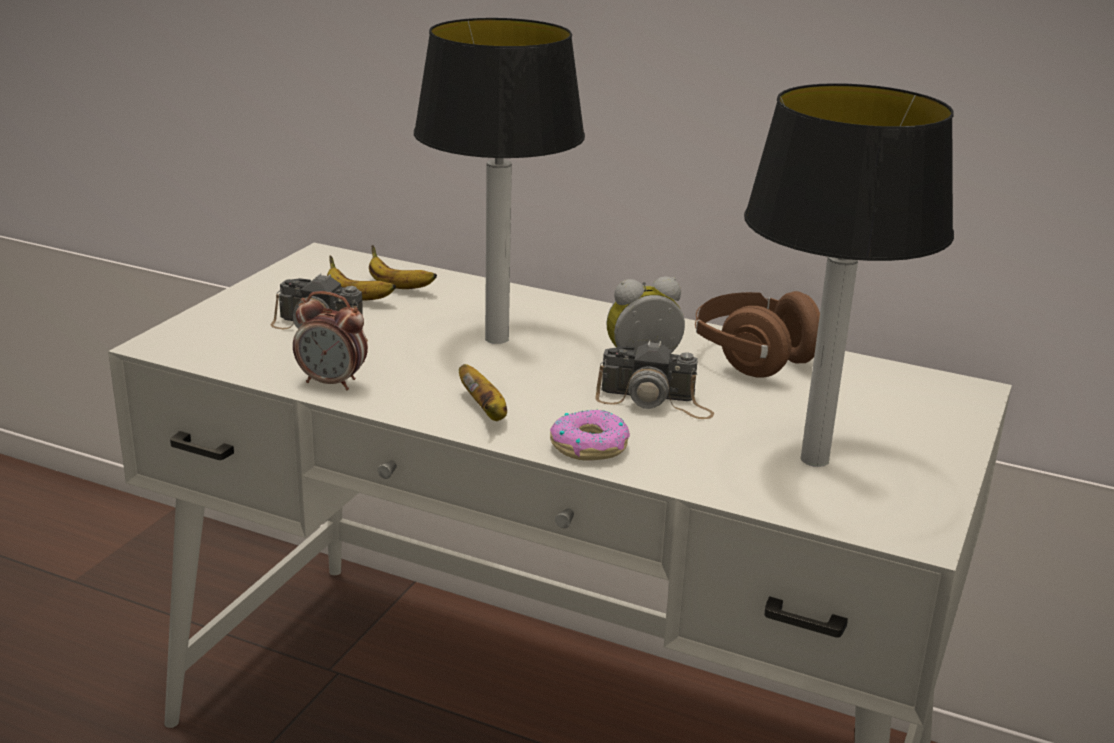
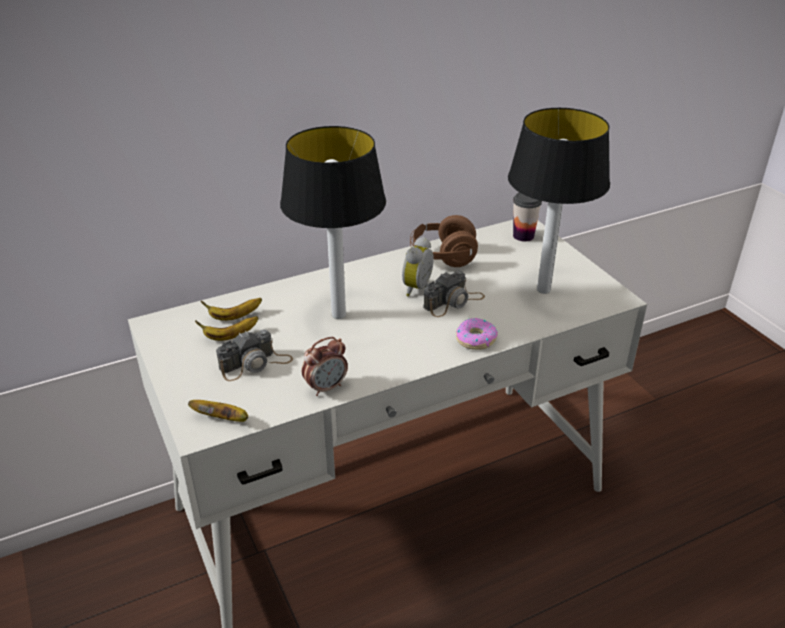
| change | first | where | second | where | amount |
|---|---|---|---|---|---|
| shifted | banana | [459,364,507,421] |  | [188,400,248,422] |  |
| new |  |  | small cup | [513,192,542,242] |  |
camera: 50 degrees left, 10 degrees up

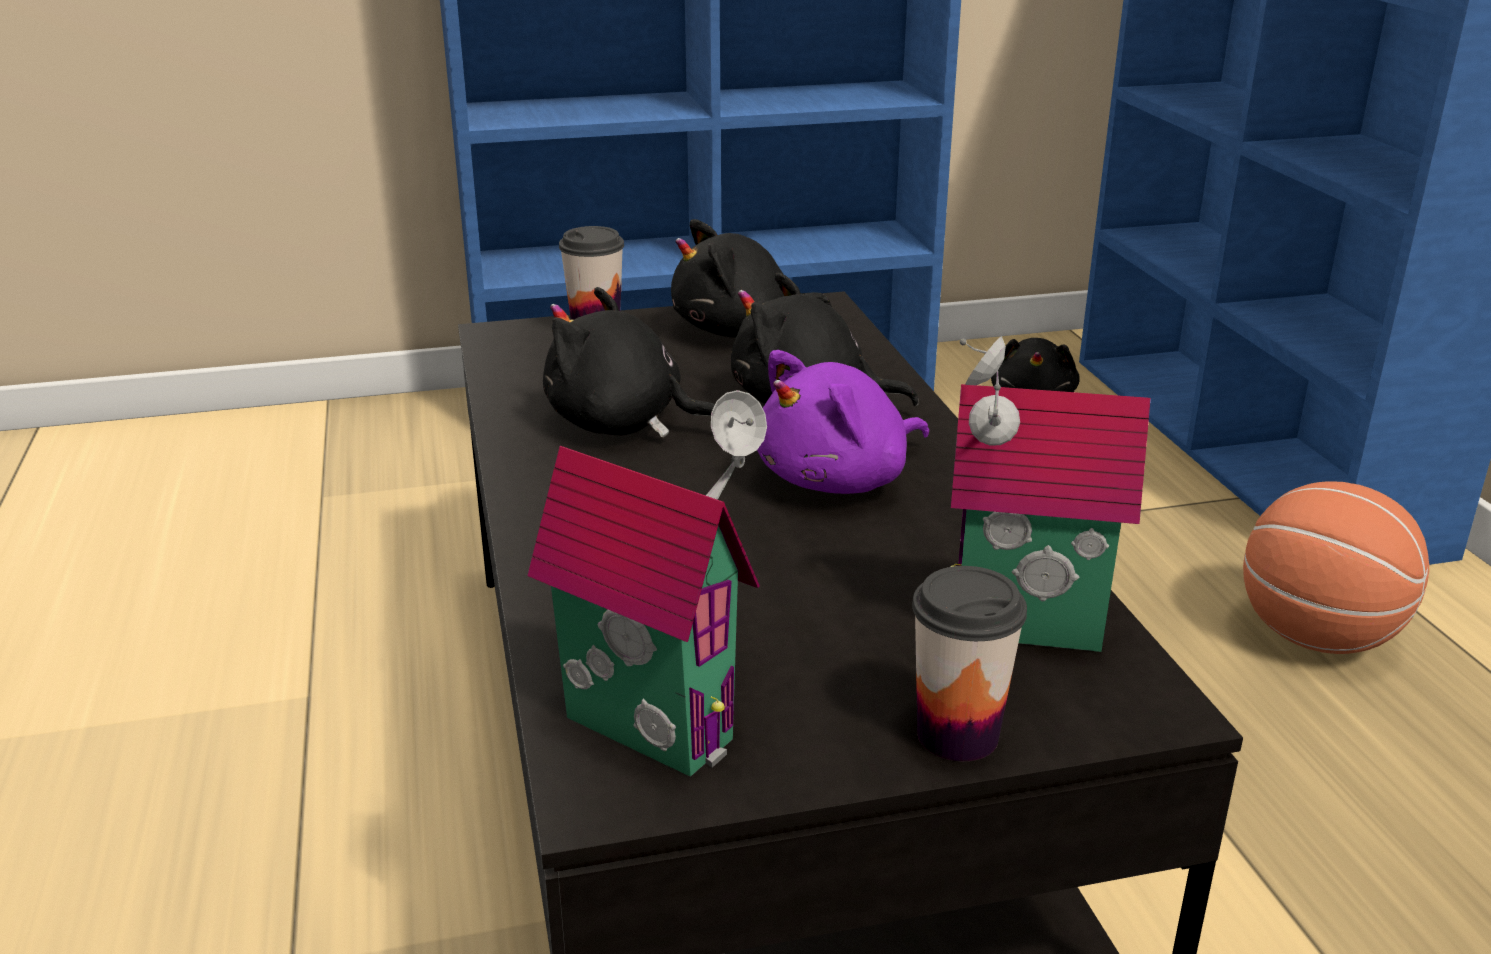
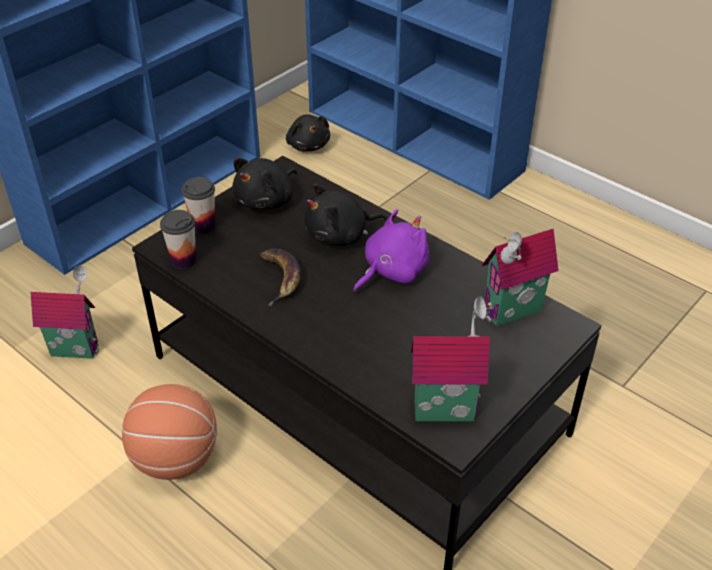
| change | first | where | second | where | amount |
|---|---|---|---|---|---|
| new |  |  | miniature house | [30,265,99,359] |  |
| shifted | basketball ball | [1243,482,1429,654] |  | [122,384,217,480] |  |
| shifted | small cup | [912,566,1027,761] |  | [160,210,197,269] |  |
| swapped | cuddly toy (blackish) | [543,287,715,437] | banana | [260,249,301,306] |  |
| rotated | cuddly toy (purplish) | [757,350,929,494] |  | [353,209,429,292] | 150 degrees counterclockwise |
camera: 35 degrees left, 15 degrees up

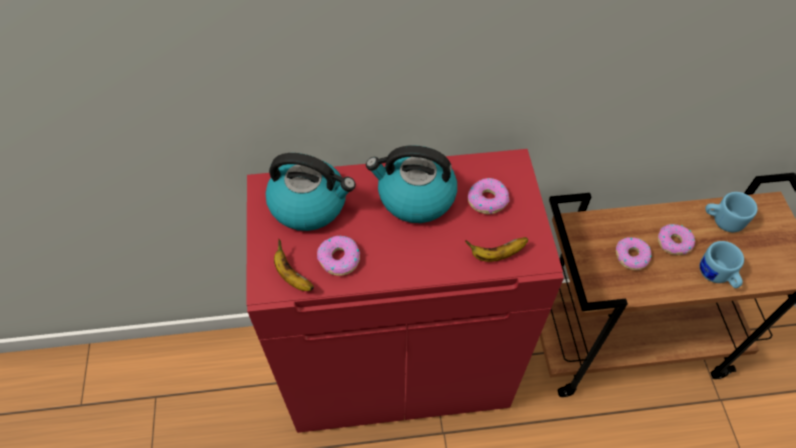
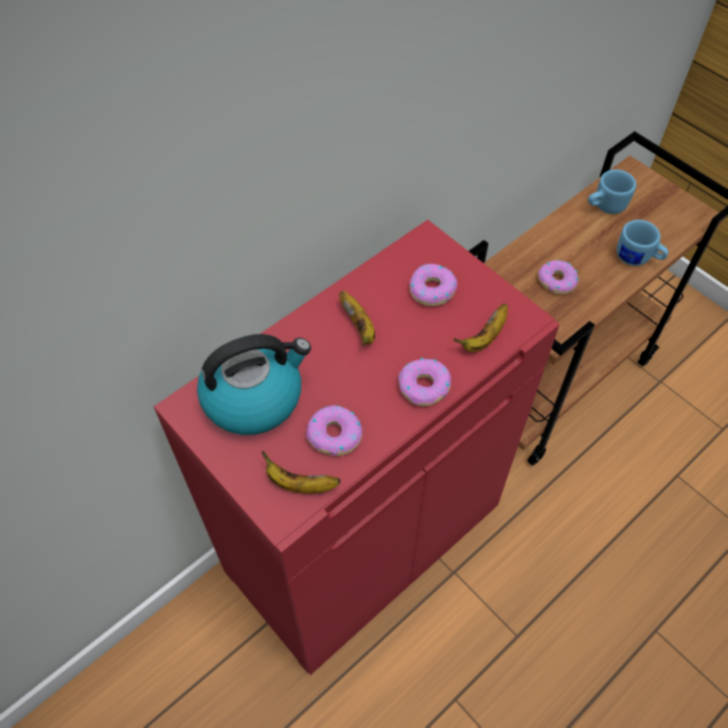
| change | first | where | second | where | amount |
|---|---|---|---|---|---|
| swapped | kettle | [366,145,457,223] | banana | [339,291,375,346] |  |
| shifted | doughnut | [658,224,695,255] |  | [398,358,451,406] |  |
camera: 35 degrees left, 0 degrees up

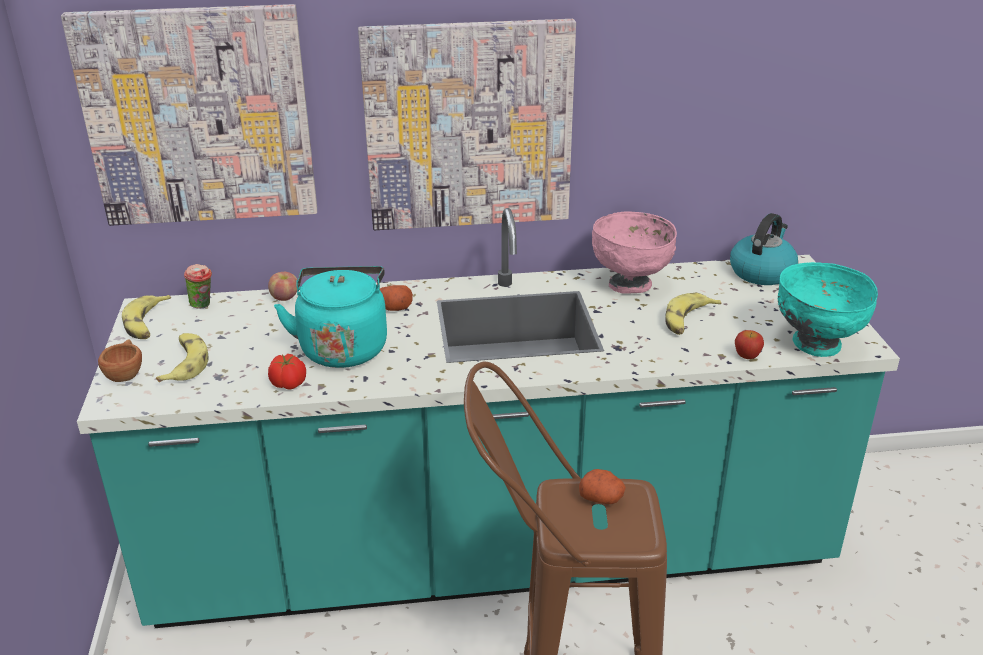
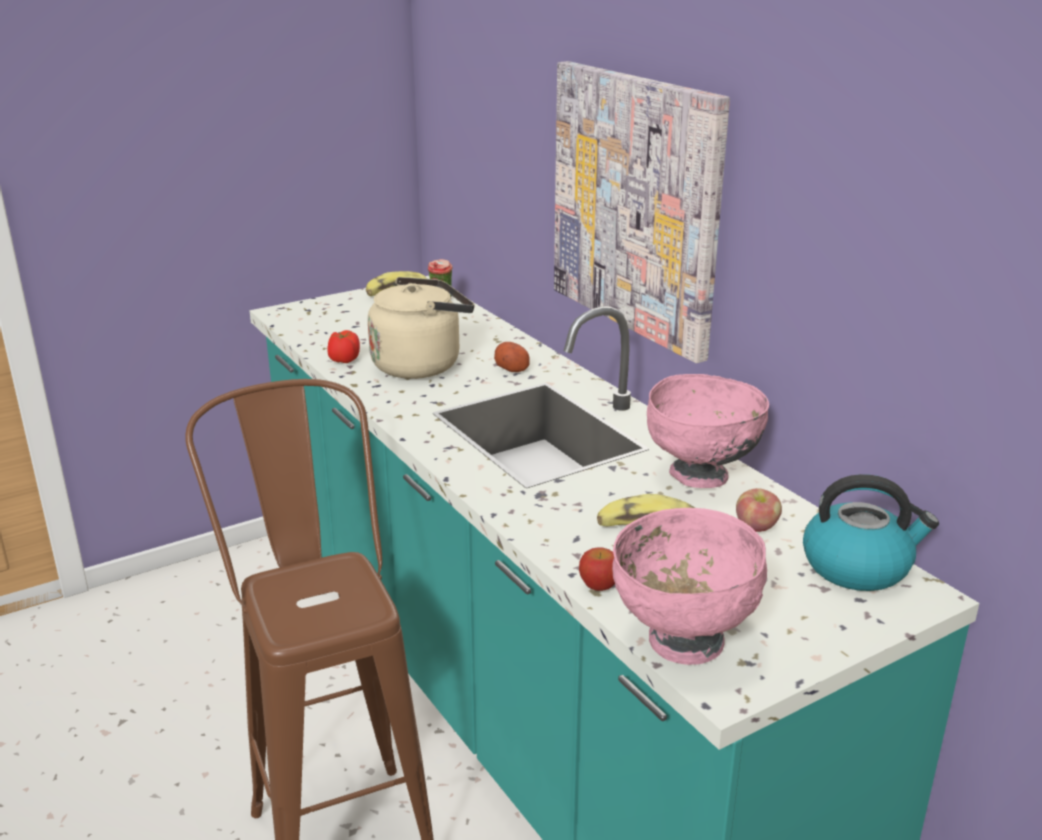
| change | first | where | second | where | amount |
|---|---|---|---|---|---|
| repainted | kettle (turquoise) | [274,266,387,368] | kettle (sand-coloured) | [368,277,474,379] |  |
| repainted | bowl (turquoise) | [778,262,878,357] | bowl (pinkish) | [612,508,767,665] |  |
| shifted | whole apple | [268,272,297,301] |  | [736,488,782,532] |  |
| gone | wall art | [61,4,317,226] |  |  |  |
| gone | small cup (brown) | [98,339,142,382] |  |  |  |
| gone | banana | [156,333,209,382] |  |  |  |
| gone | spud | [579,469,626,504] |  |  |  |
camera: 65 degrees right, 5 degrees down

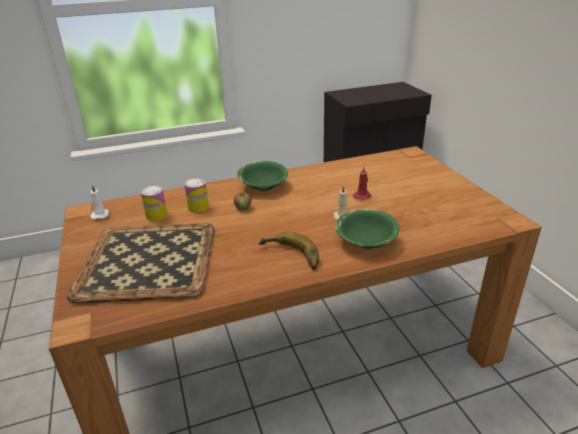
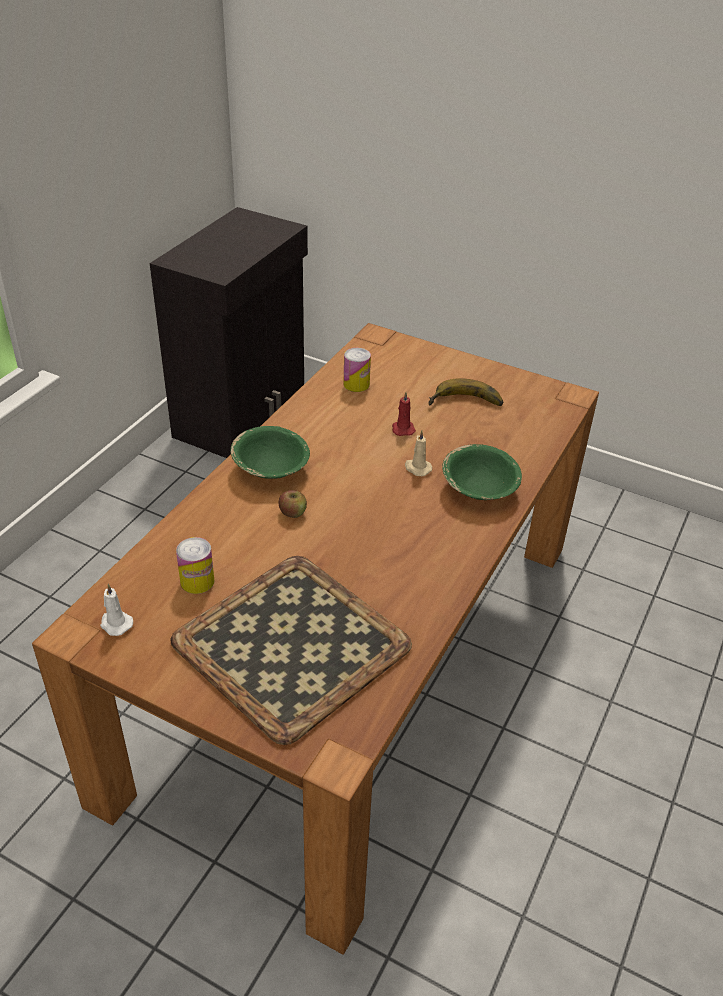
| change | first | where | second | where | amount |
|---|---|---|---|---|---|
| shifted | sealed can | [184,178,209,213] |  | [343,348,371,392] |  |
| shifted | banana | [259,232,319,270] |  | [428,379,503,406] |  |
camera: 45 degrees left, 10 degrees up

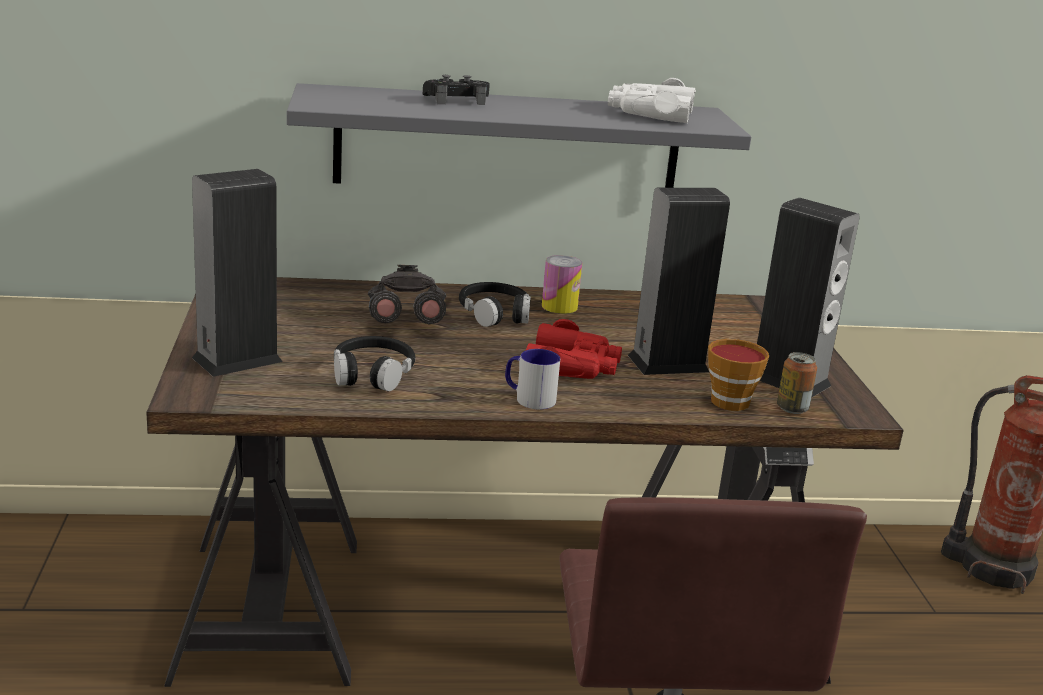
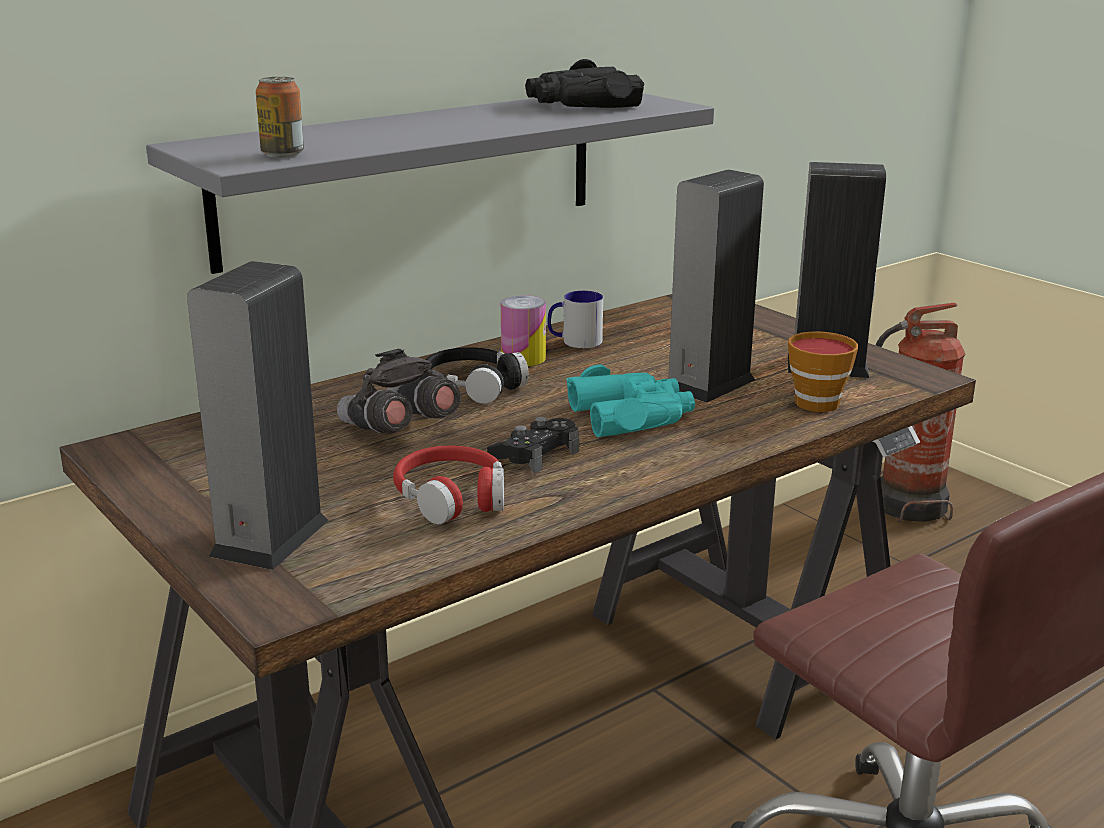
| change | first | where | second | where | amount |
|---|---|---|---|---|---|
| shifted | sealed can | [777,352,817,414] |  | [256,77,304,158] |  |
| repainted | headset (blackish) | [334,336,415,391] | headset (red-coloured) | [393,446,504,524] |  |
| shifted | game controller (blackish) | [423,75,490,105] |  | [487,417,579,474] |  |
| repainted | pair of binoculars (white-coloured) | [608,78,696,123] | pair of binoculars (blackish) | [525,59,644,108] |  |
| shifted | tea mug | [505,349,560,409] |  | [547,291,603,348] |  |
| repainted | pair of binoculars (red-coloured) | [526,319,622,379] | pair of binoculars (turquoise) | [566,365,695,437] |  |
camera: 30 degrees left, 0 degrees up

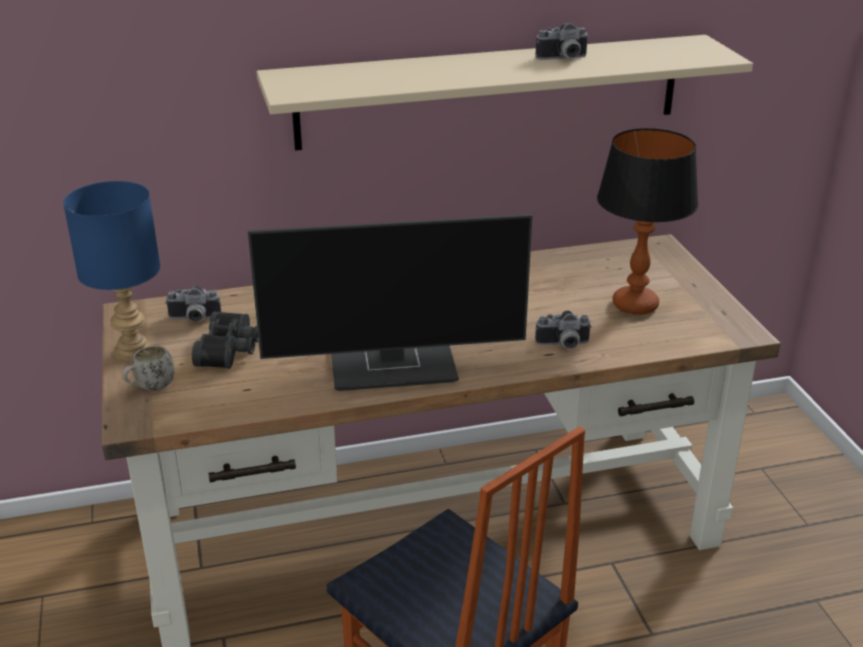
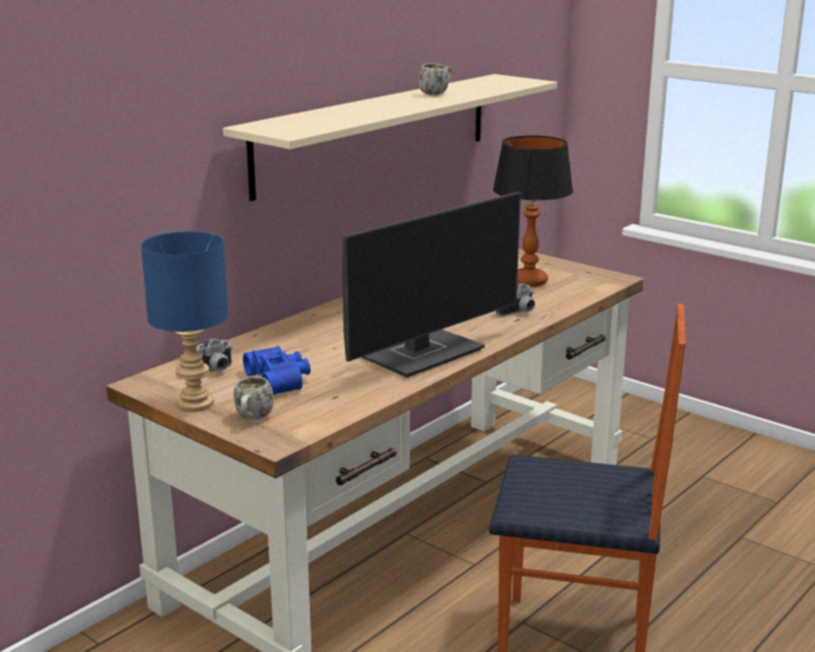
| change | first | where | second | where | amount |
|---|---|---|---|---|---|
| repainted | pair of binoculars (blackish) | [192,312,259,369] | pair of binoculars (bluish) | [243,346,310,395] |  |
| swapped | still camera | [536,23,589,60] | tea mug (white-coloured) | [418,63,452,96] |  |
camera: 35 degrees left, 10 degrees down

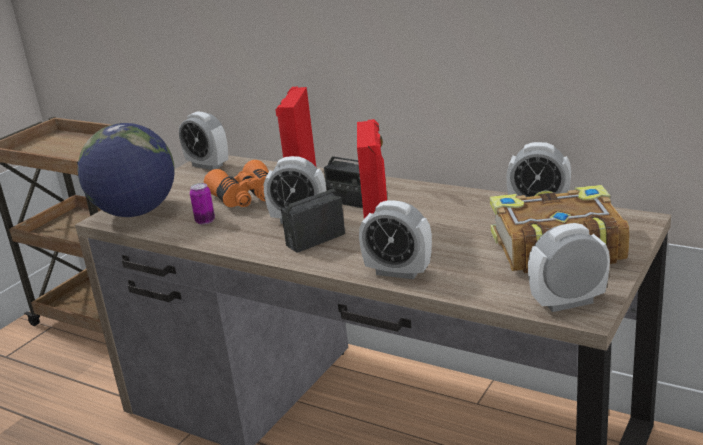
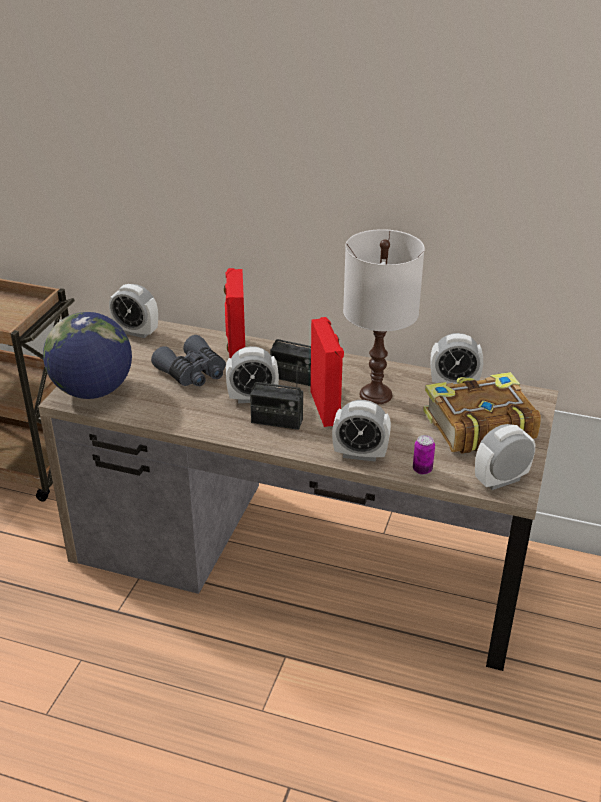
| change | first | where | second | where | amount |
|---|---|---|---|---|---|
| repainted | pair of binoculars (orangey) | [204,160,269,207] | pair of binoculars (greyish) | [151,335,226,386] |  |
| rotated | radio set | [279,165,345,253] |  | [250,365,303,430] | 120 degrees counterclockwise |
| new |  |  | lamp for a table (white-coloured) | [343,229,425,404] |  |
| shifted | sealed can | [190,183,215,225] |  | [413,435,435,475] |  |
camera: 15 degrees left, 10 degrees up

